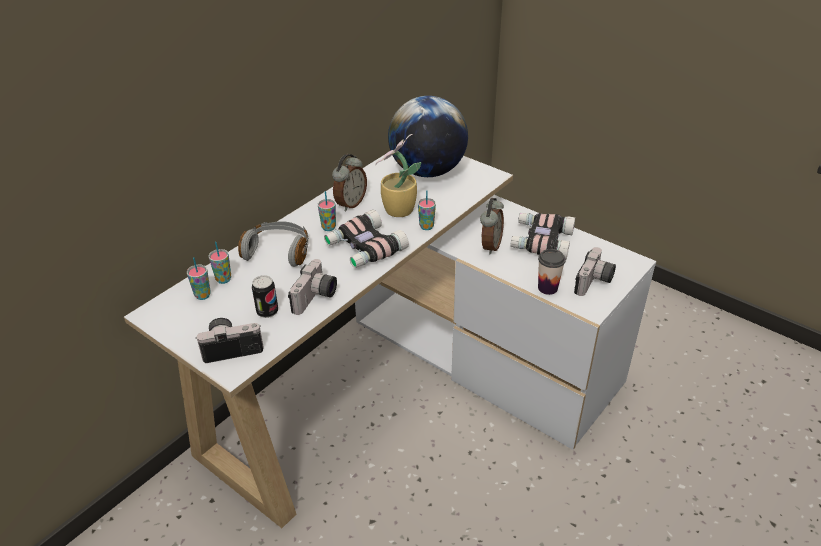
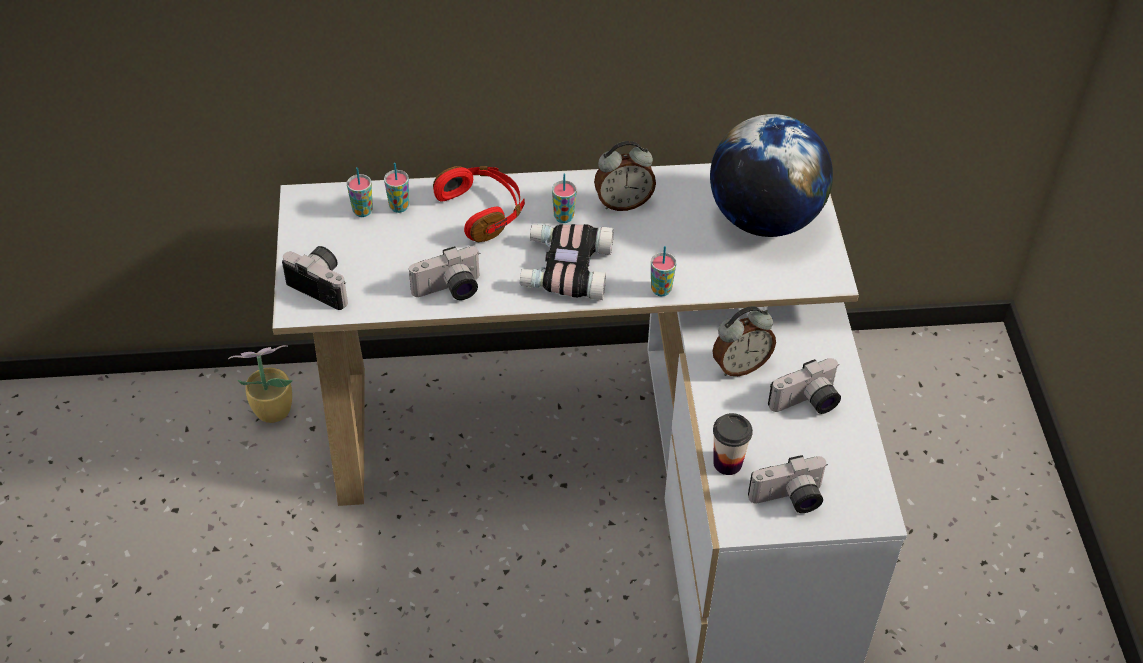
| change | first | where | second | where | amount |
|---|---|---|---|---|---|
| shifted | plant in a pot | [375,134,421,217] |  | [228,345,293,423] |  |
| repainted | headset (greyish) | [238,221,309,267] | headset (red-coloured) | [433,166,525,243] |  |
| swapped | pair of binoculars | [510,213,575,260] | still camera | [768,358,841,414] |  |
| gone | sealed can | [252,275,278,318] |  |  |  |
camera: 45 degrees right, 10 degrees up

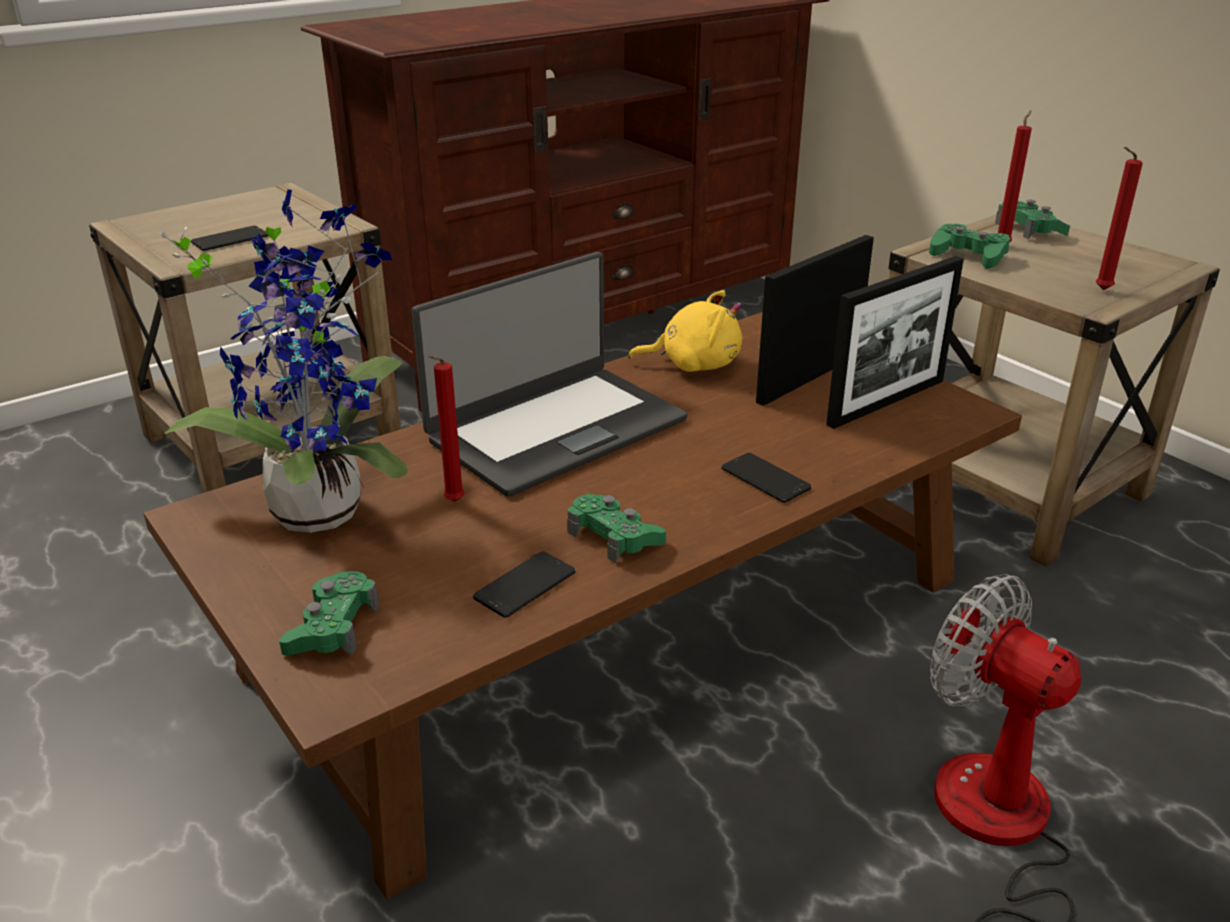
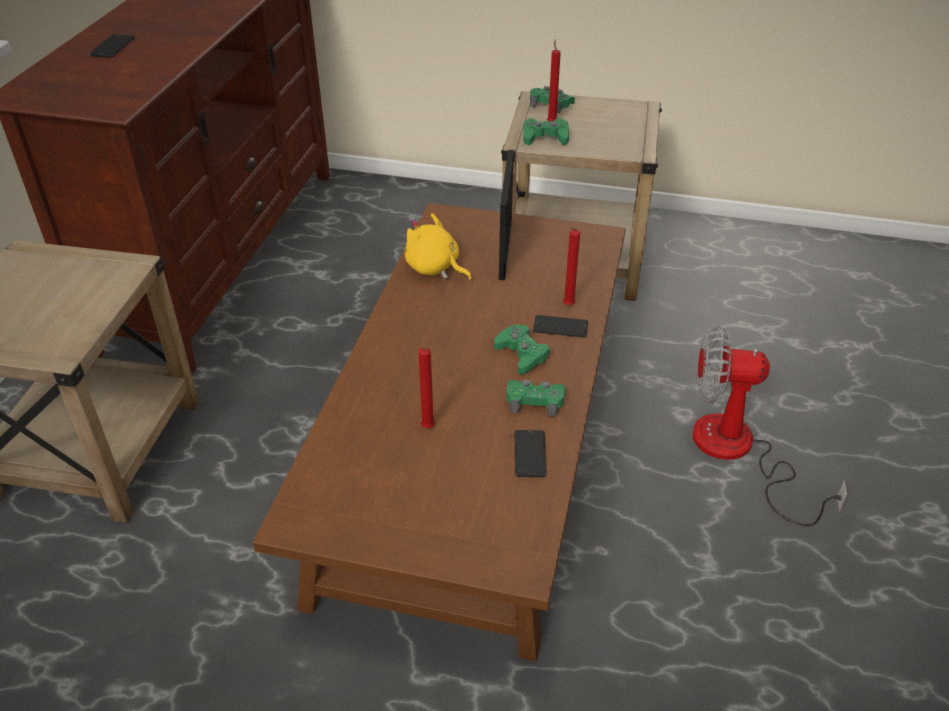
| change | first | where | second | where | amount |
|---|---|---|---|---|---|
| shifted | handset | [191,226,268,251] |  | [89,34,135,58] |  |
| rotated | cuddly toy (yellowish) | [629,290,742,372] |  | [405,213,472,280] | 105 degrees counterclockwise |
| shifted | game controller (green-coloured) | [279,571,379,656] |  | [494,324,550,374] |  |
| shifted | wax candle (red-coloured) | [1095,147,1143,290] |  | [563,228,580,305] |  |
| gone | plant in a pot | [160,189,408,533] |  |  |  |
| gone | notebook computer | [411,252,687,497] |  |  |  |
| gone | photo frame | [826,256,964,429] |  |  |  |
camera: 40 degrees left, 10 degrees up

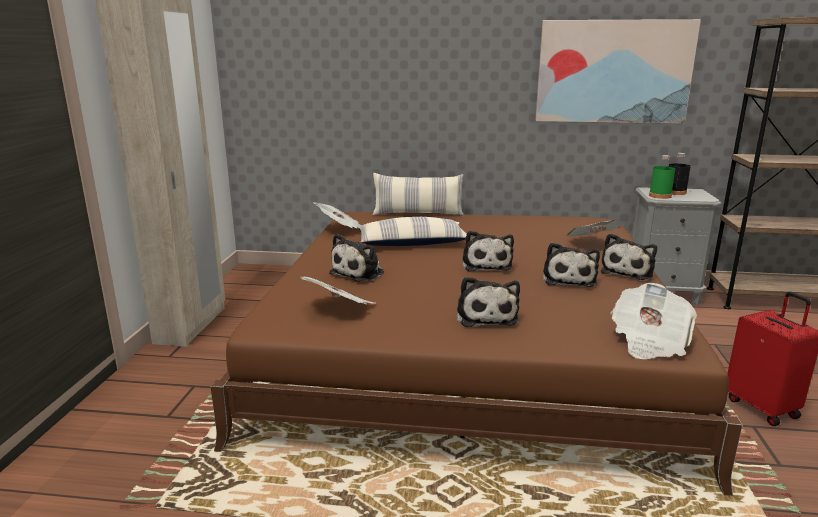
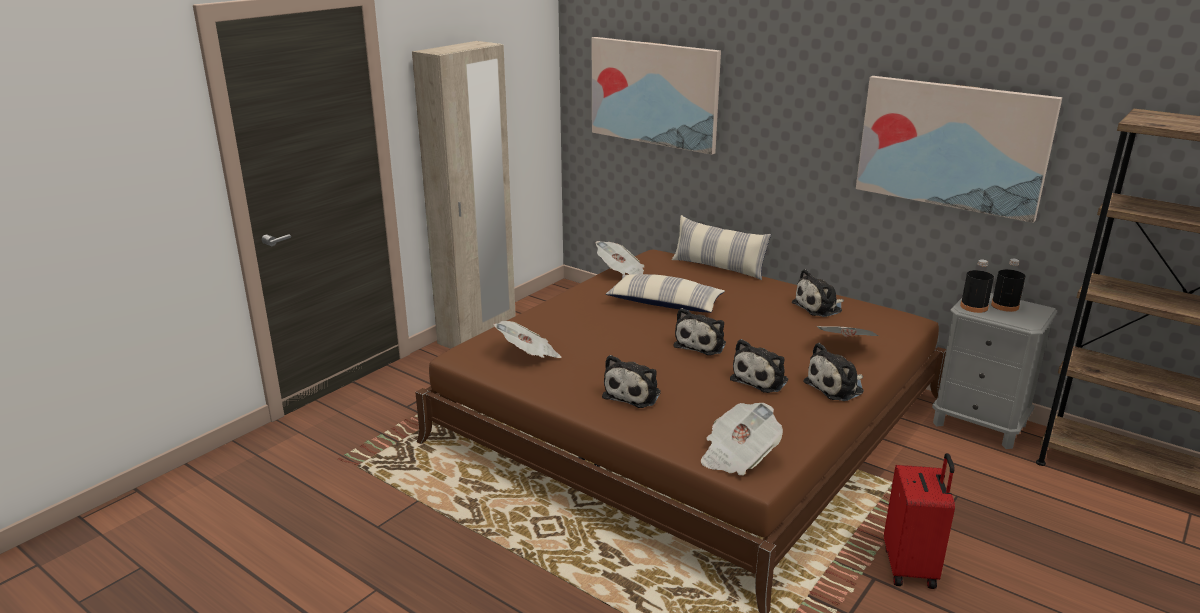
| change | first | where | second | where | amount |
|---|---|---|---|---|---|
| new |  |  | wall art | [592,37,721,155] |  |
| shifted | cuddly toy | [329,234,384,281] |  | [792,269,844,317] |  |
| repainted | beverage bottle (green-coloured) | [649,155,675,199] | beverage bottle (blackish) | [960,259,994,313] |  |
camera: 30 degrees right, 5 degrees up

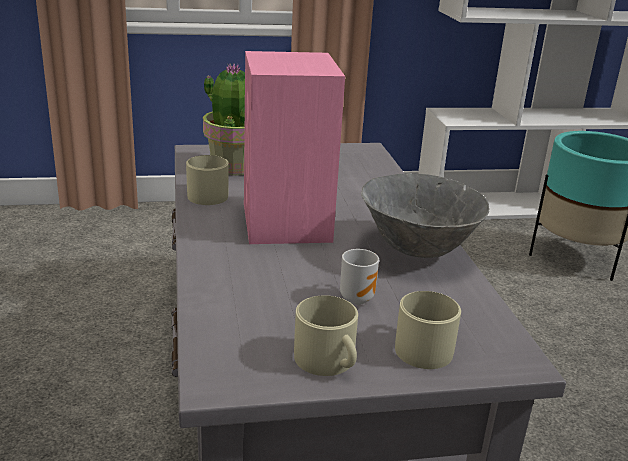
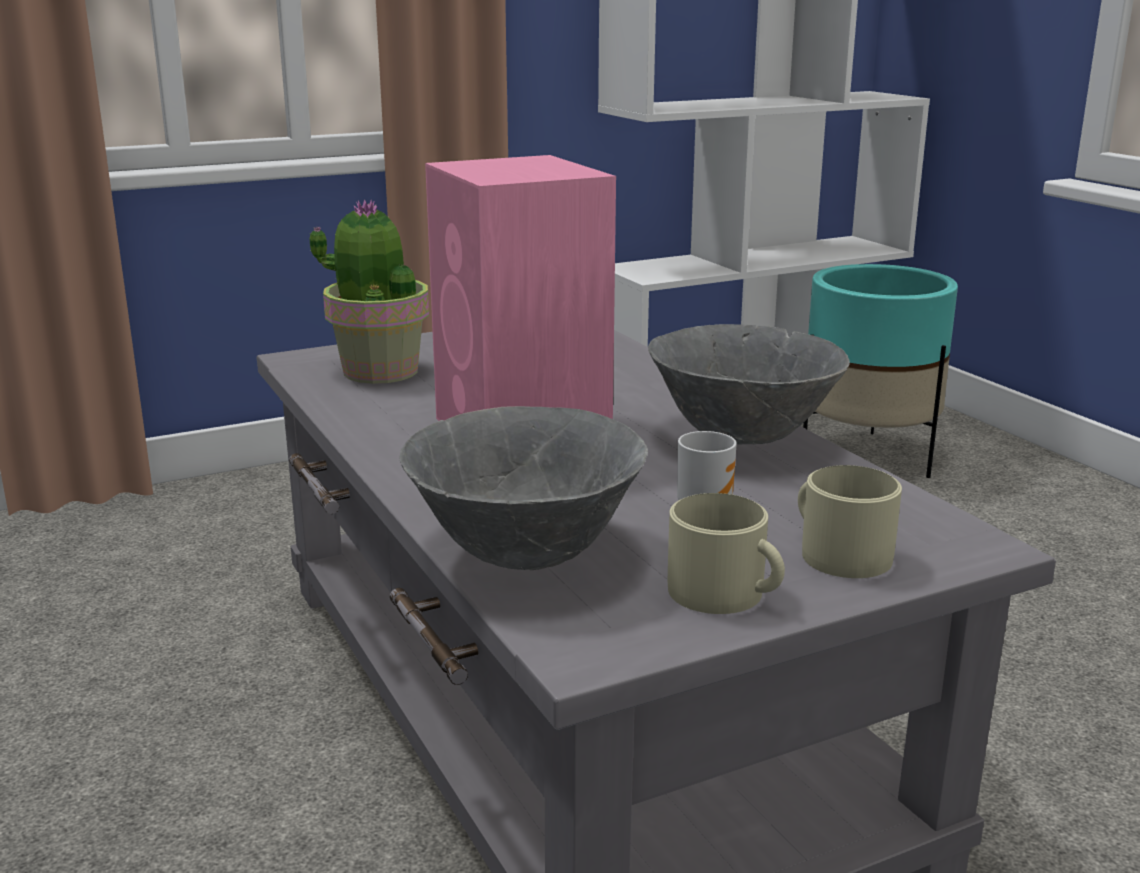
| change | first | where | second | where | amount |
|---|---|---|---|---|---|
| new |  |  | bowl (greyish) | [399,406,648,570] |  |
| gone | tea mug (sand-coloured) | [186,155,229,205] |  |  |  |
camera: 15 degrees left, 5 degrees down

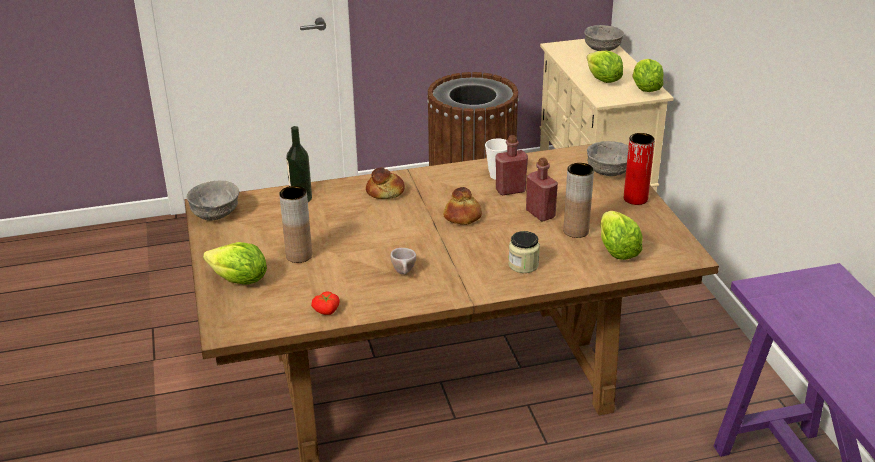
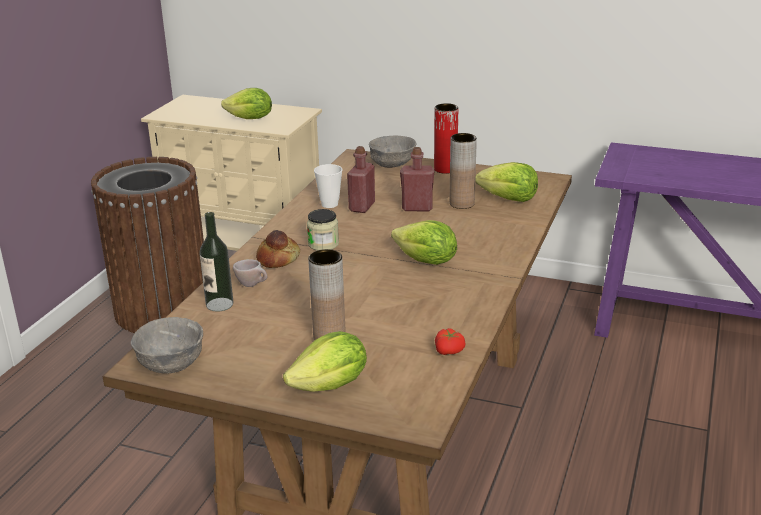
| change | first | where | second | where | amount |
|---|---|---|---|---|---|
| shifted | small cup (sand-coloured) | [390,248,416,274] |  | [233,259,267,287] |  |
| shifted | jar | [508,231,540,273] |  | [307,209,339,251] |  |
| shifted | lettuce head | [632,59,664,92] |  | [391,220,457,265] |  |
| gone | baked bread | [443,187,482,225] |  |  |  |
| gone | bowl (greyish) | [584,25,624,51] |  |  |  |
camera: 55 degrees left, 5 degrees down

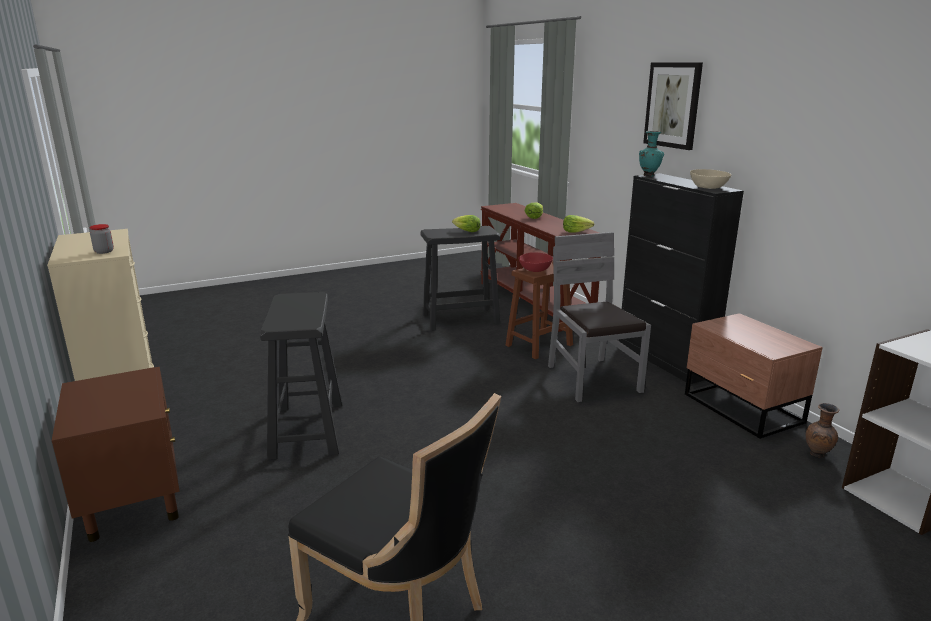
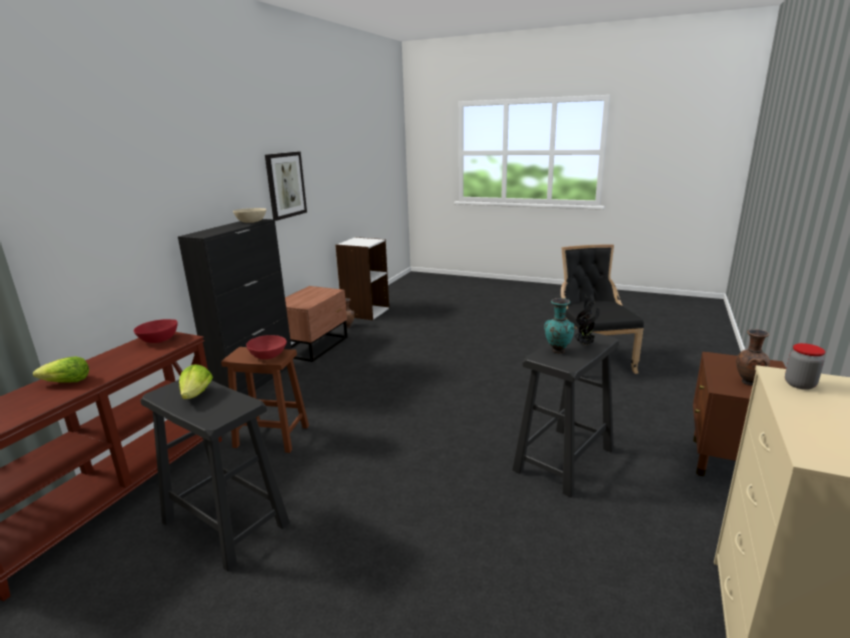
| change | first | where | second | where | amount |
|---|---|---|---|---|---|
| swapped | lettuce head | [563,215,594,233] | bowl (red-coloured) | [134,319,178,343] |  |
| shifted | wall art | [643,63,703,150] |  | [265,152,307,221] |  |
| shifted | vase (turquoise) | [639,131,664,176] |  | [544,298,575,353] |  |
| new |  |  | plant in a pot | [574,294,600,345] |  |
| new |  |  | vase (brown) | [736,329,770,386] |  |
| gone | chair (greyish) | [548,232,651,402] |  |  |  |
camera: 130 degrees left, 0 degrees up

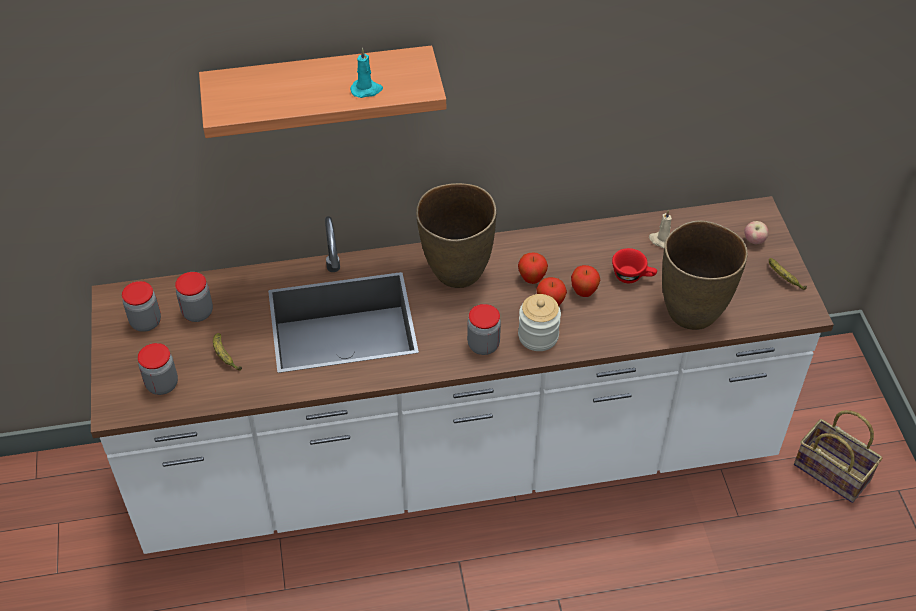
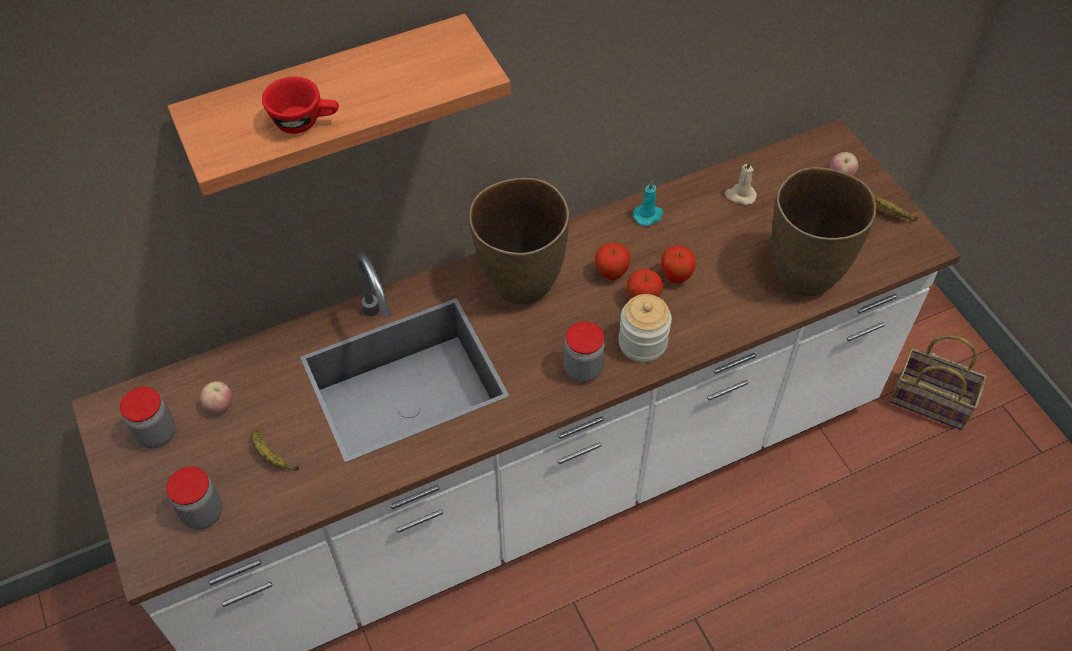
| change | first | where | second | where | amount |
|---|---|---|---|---|---|
| swapped | jar | [175,272,213,322] | whole apple | [200,381,232,414] |  |
| shifted | small cup (red-coloured) | [612,248,657,283] |  | [262,77,339,134] |  |
| shifted | wax candle (turquoise) | [350,48,383,98] |  | [633,181,663,226] |  |
camera: 15 degrees left, 5 degrees up

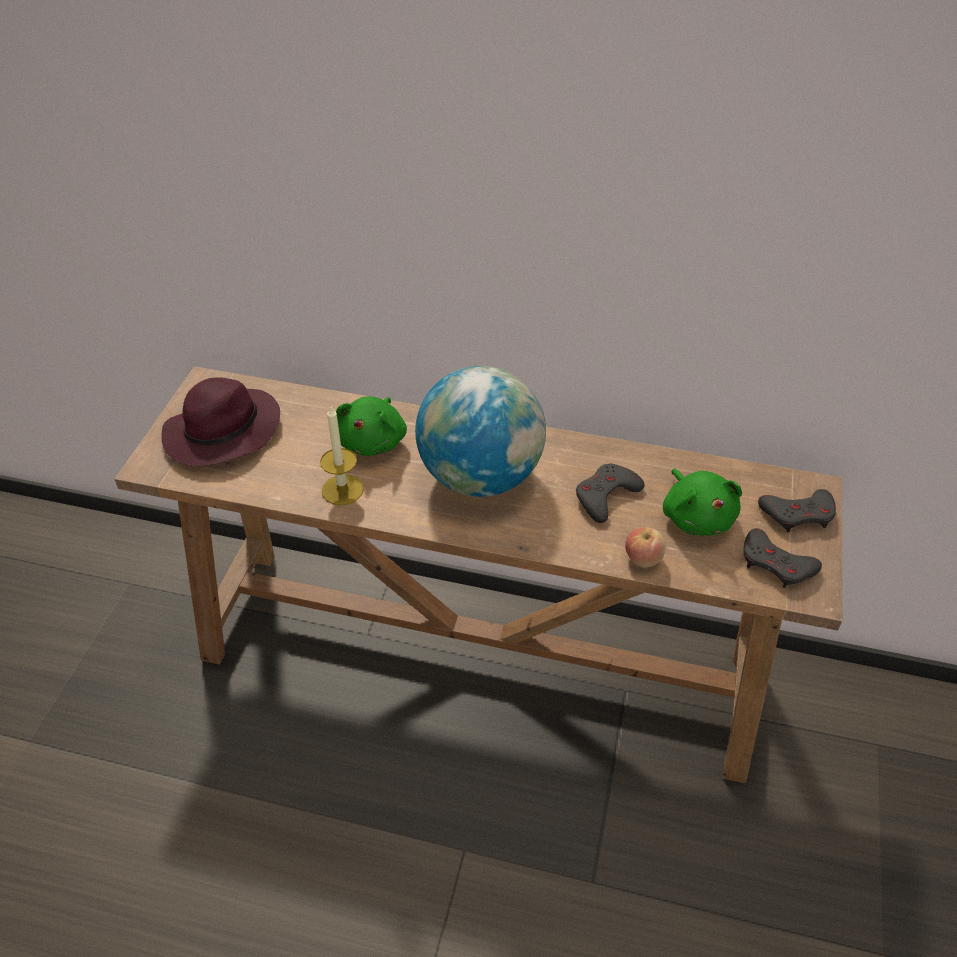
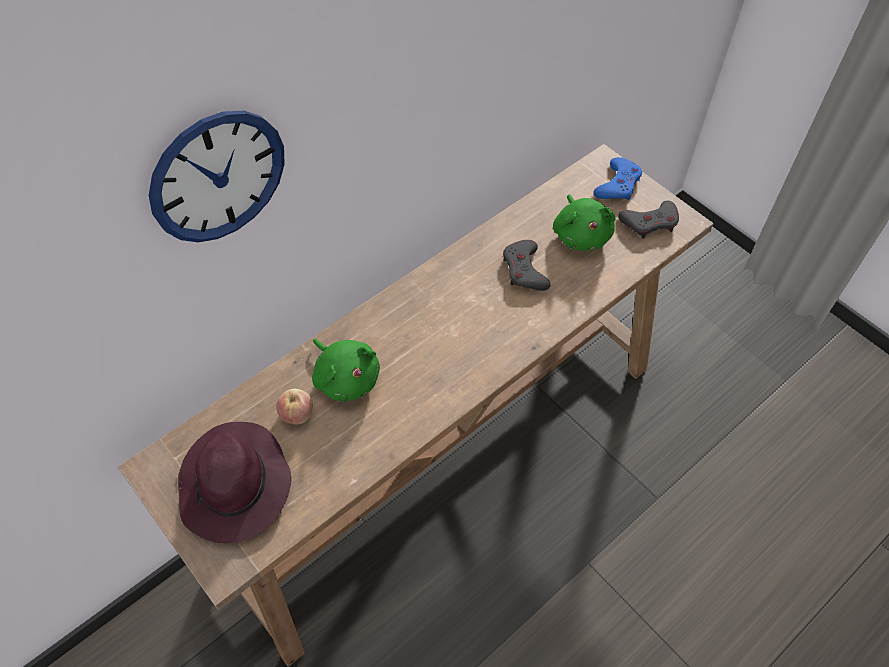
| change | first | where | second | where | amount |
|---|---|---|---|---|---|
| new |  |  | hanging clock | [149,111,285,242] |  |
| shifted | whole apple | [625,527,666,568] |  | [276,389,313,424] |  |
| rotated | cuddly toy (green-coloured) | [663,469,742,536] |  | [553,194,616,250] | 60 degrees clockwise |
| repainted | game controller (greyish) | [758,489,836,532] | game controller (bluish) | [593,157,642,200] |  |
| gone | wax candle | [320,405,364,505] |  |  |  |
| gone | globe | [415,366,546,497] |  |  |  |
camera: 55 degrees left, 10 degrees up

